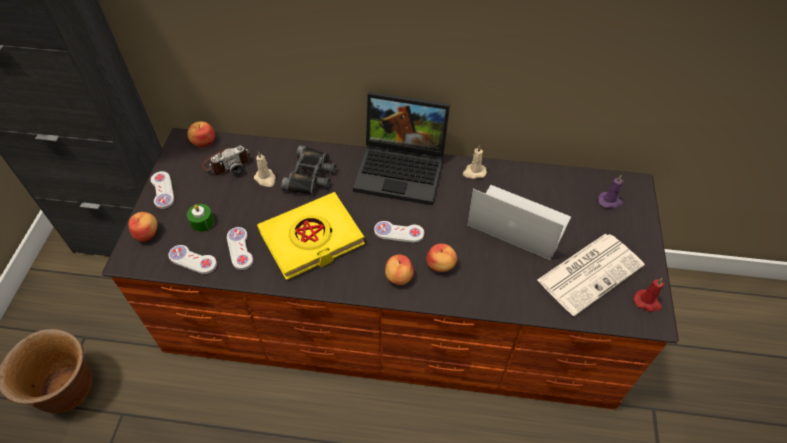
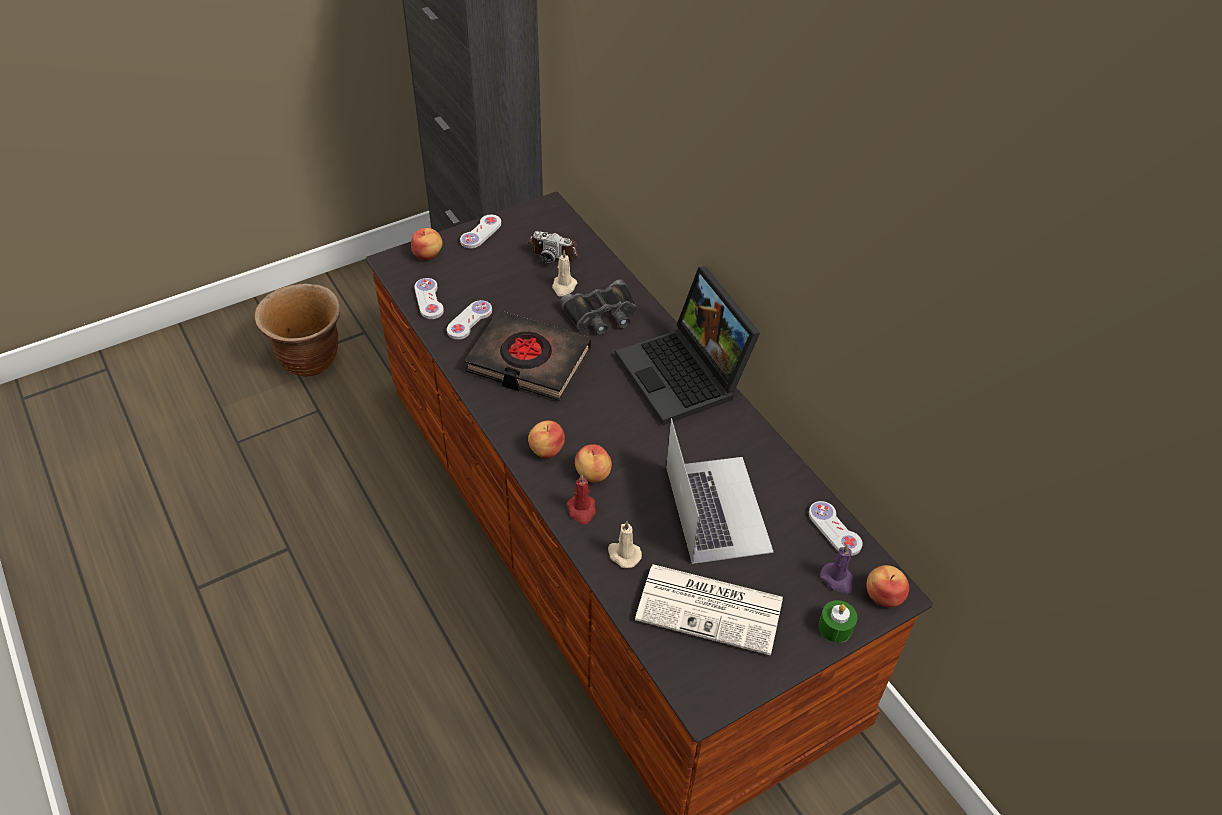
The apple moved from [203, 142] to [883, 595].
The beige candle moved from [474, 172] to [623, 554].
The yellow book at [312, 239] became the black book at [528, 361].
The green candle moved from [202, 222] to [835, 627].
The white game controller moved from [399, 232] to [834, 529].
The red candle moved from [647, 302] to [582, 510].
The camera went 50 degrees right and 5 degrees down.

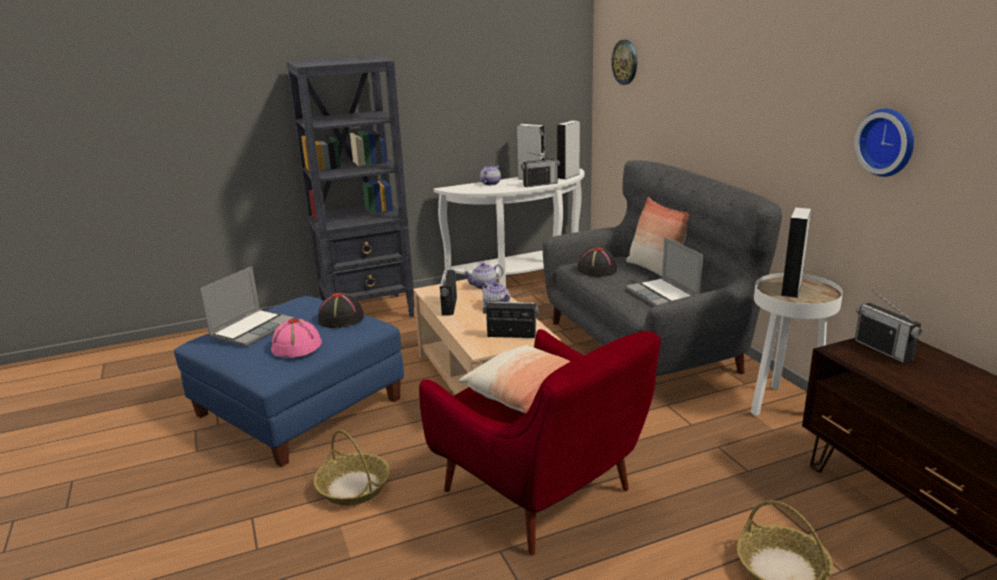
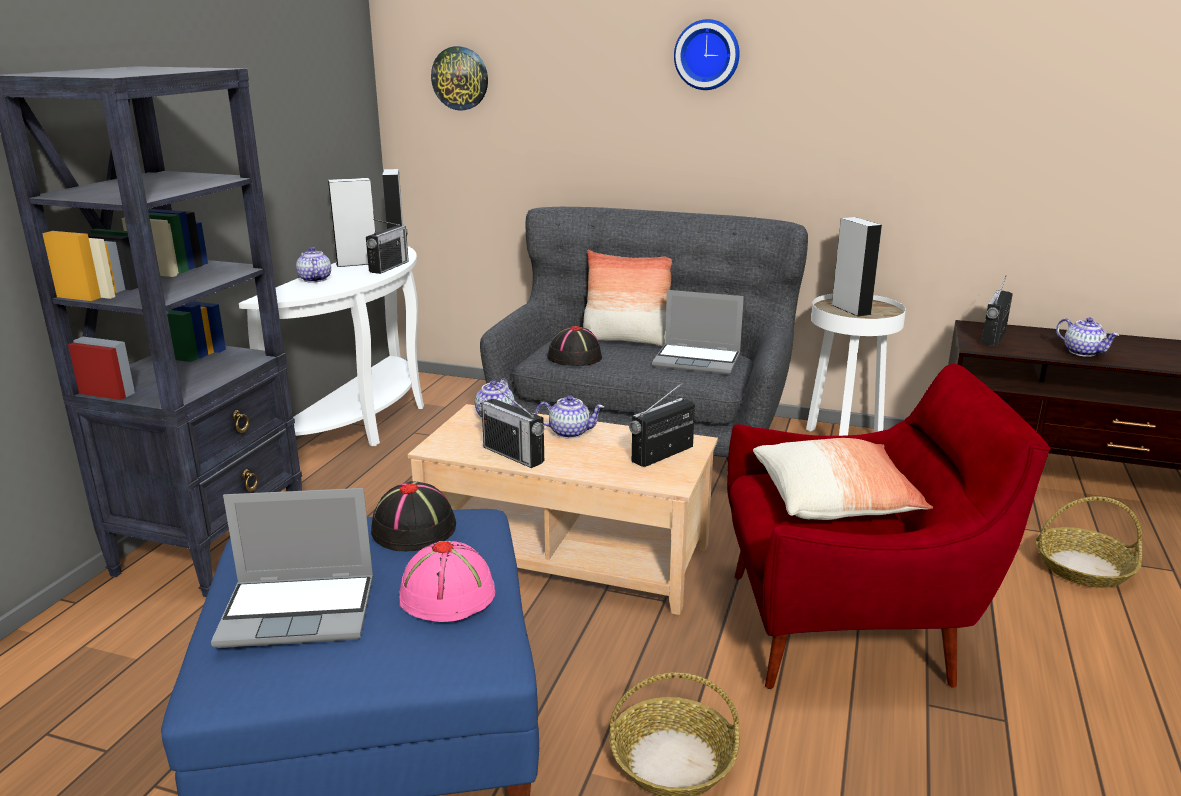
The wall clock moved from [888, 142] to [707, 54].
The laptop at [252, 329] turned 105 degrees clockwise.
The radio at [883, 350] turned 105 degrees clockwise.
The teapot at [1083, 352] appeared.
The camera went 50 degrees left and 0 degrees up.

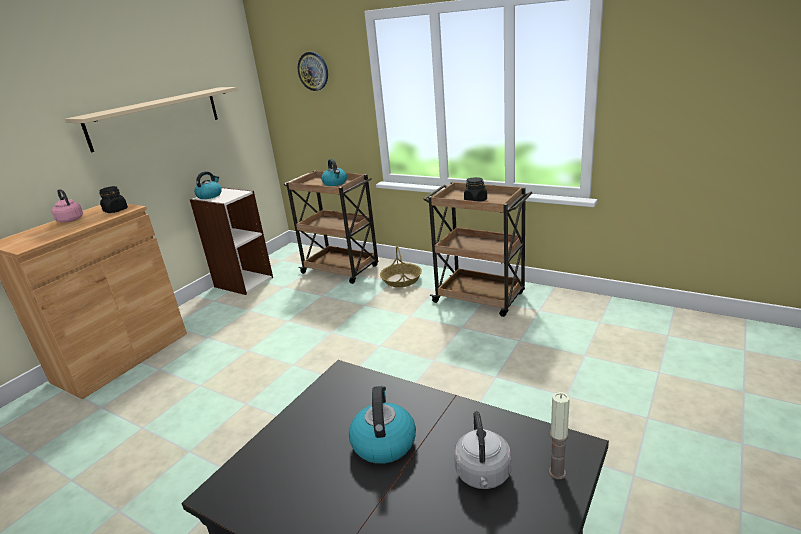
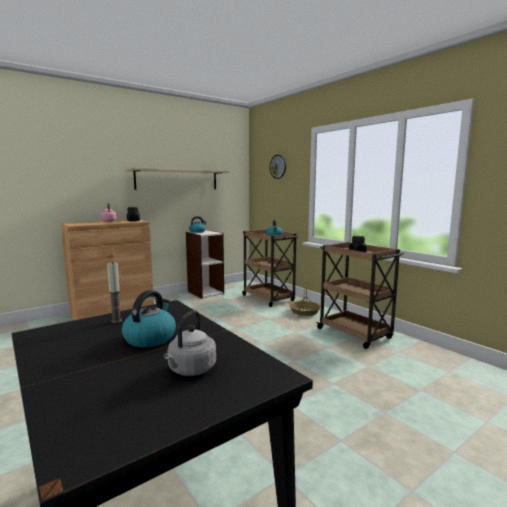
The candle moved from [557, 472] to [116, 321].
The camera went 20 degrees right and 15 degrees down.

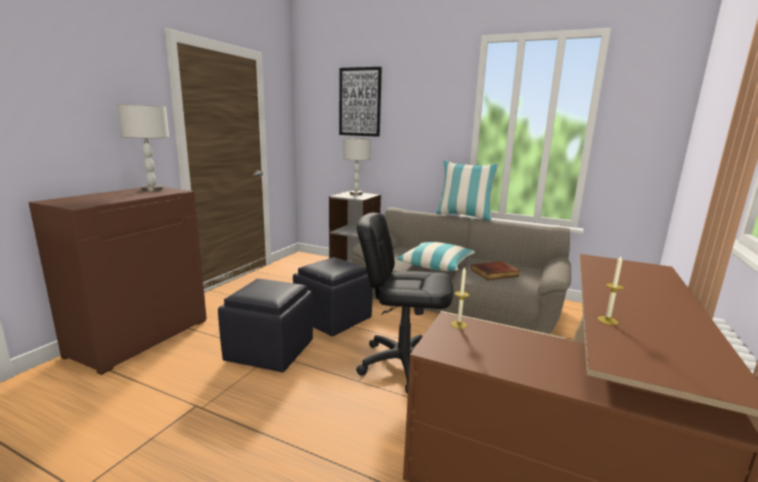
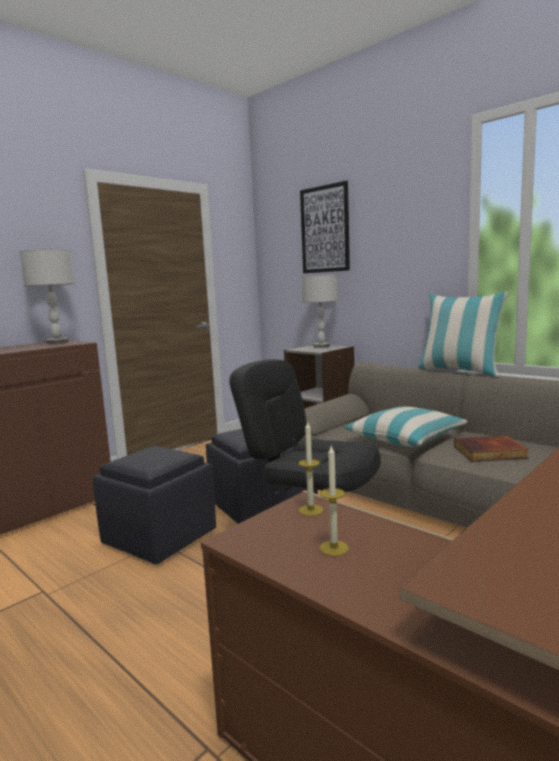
The candle moved from [607, 320] to [334, 548].
The camera went 20 degrees right and 5 degrees down.

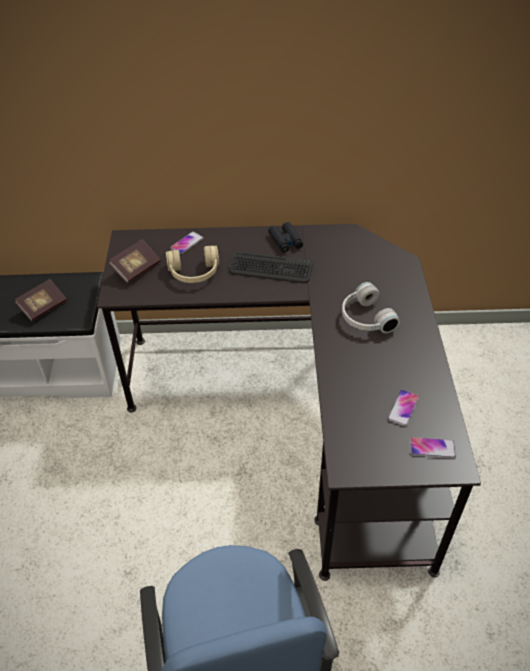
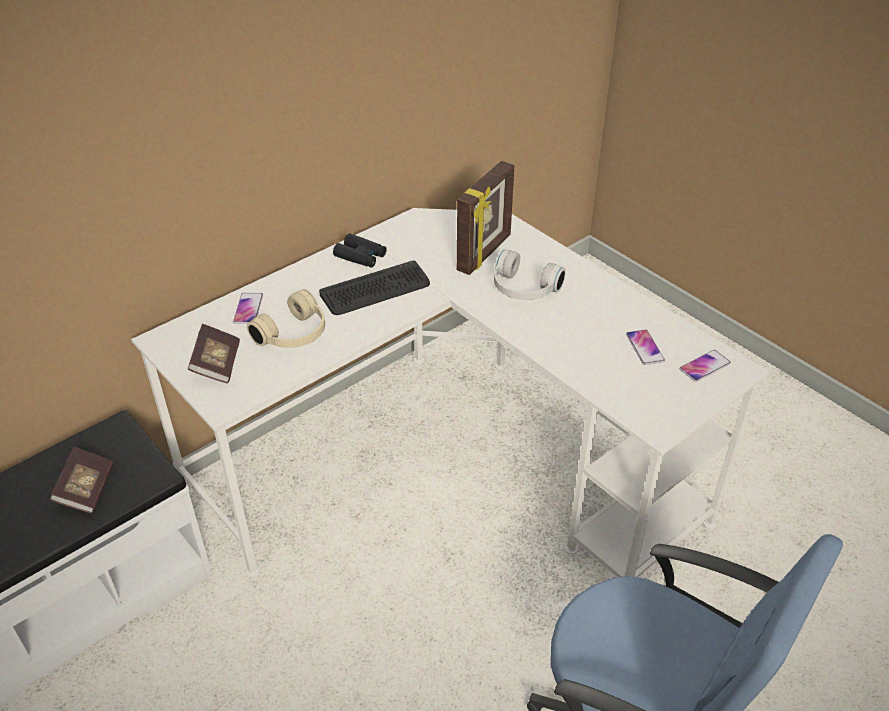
The black desk at [297, 413] became the white desk at [448, 462].
The picture frame at [485, 253] appeared.
The camera went 40 degrees left and 5 degrees down.

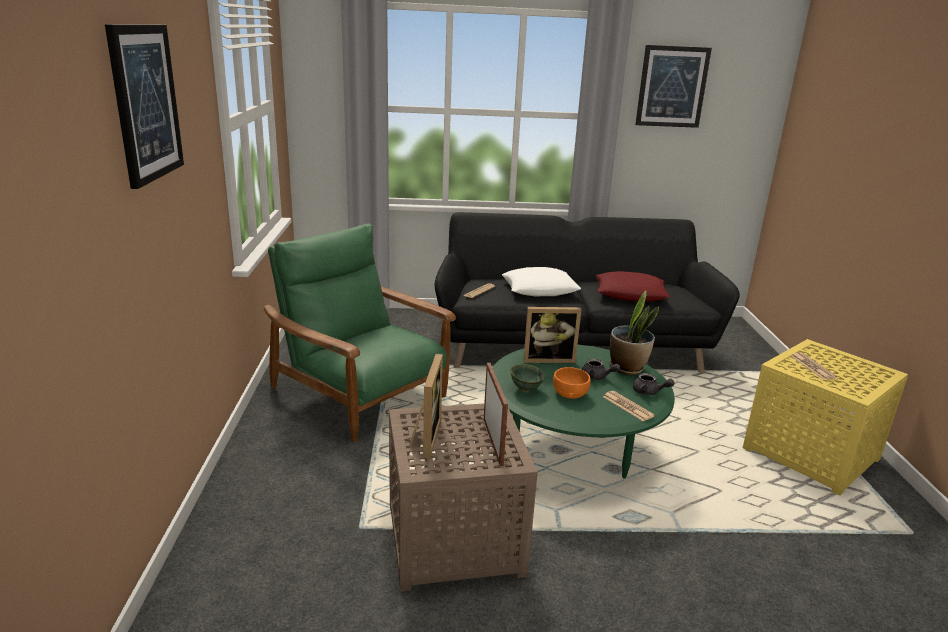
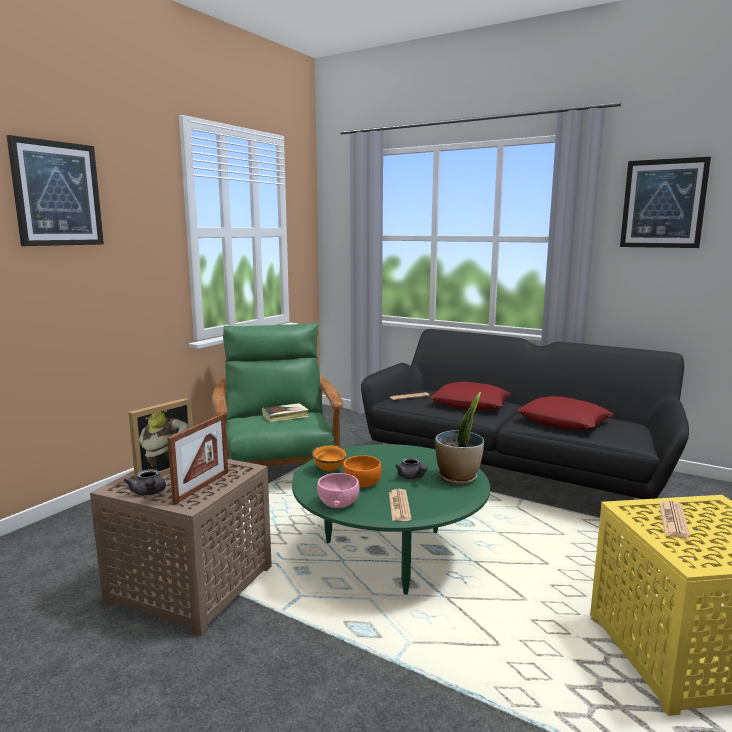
The white pillow at [539, 289] became the red pillow at [470, 404].
The picture frame at [548, 358] disappeared.
The green bowl at [526, 389] became the orange bowl at [329, 470].
The grey teapot moved from [649, 392] to [148, 493].
The book at [285, 415] appeared.
The pink bowl at [338, 503] appeared.
The camera went 35 degrees right and 10 degrees down.

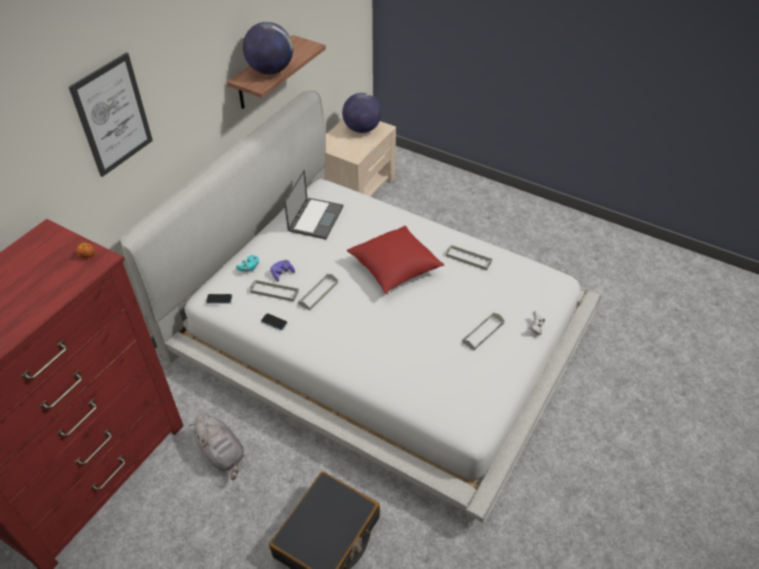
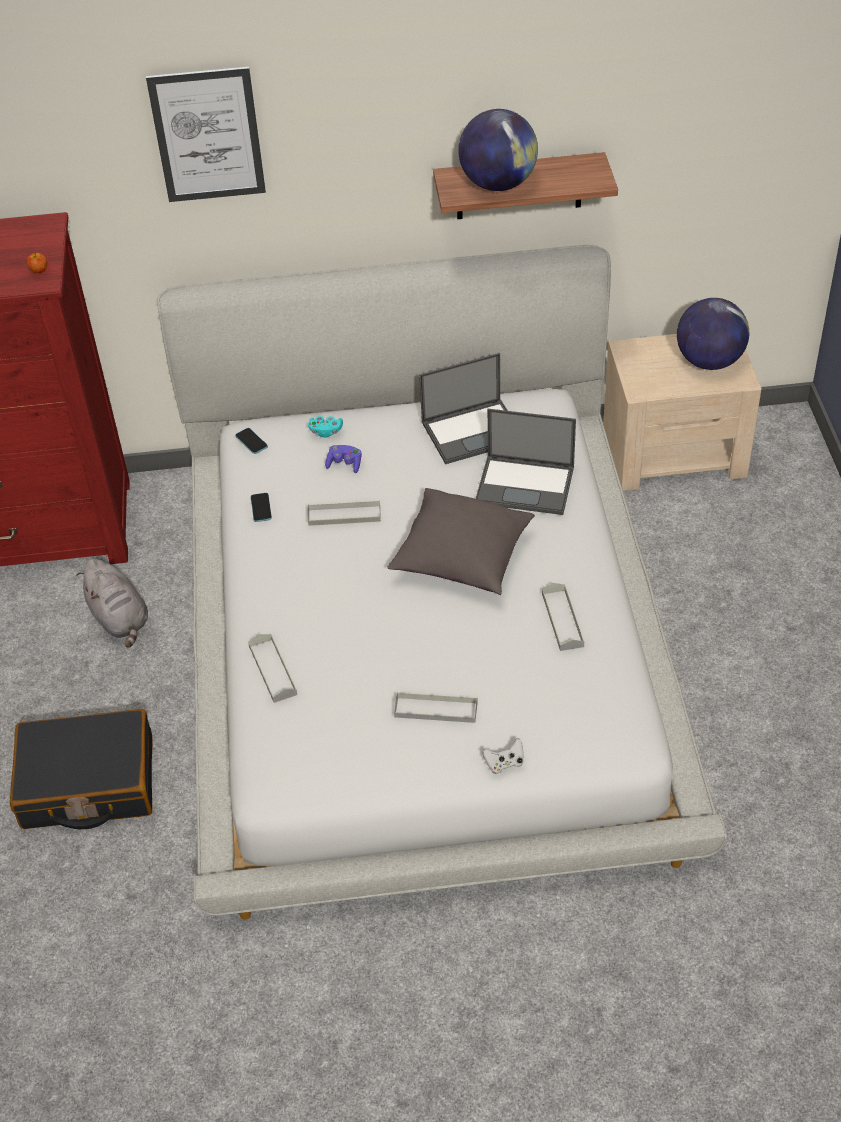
The red pillow at [395, 269] became the grey pillow at [462, 558].
The grey tray moved from [274, 292] to [272, 670].
The grey plush toy at [222, 453] turned 45 degrees counterclockwise.
The laptop at [526, 485] appeared.
The camera went 55 degrees right and 0 degrees up.

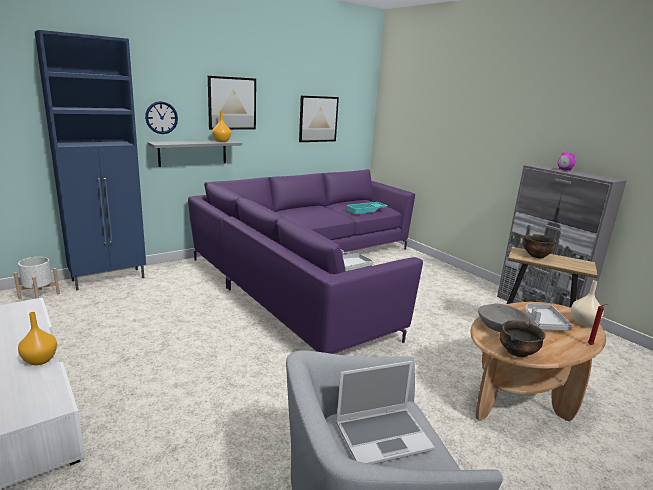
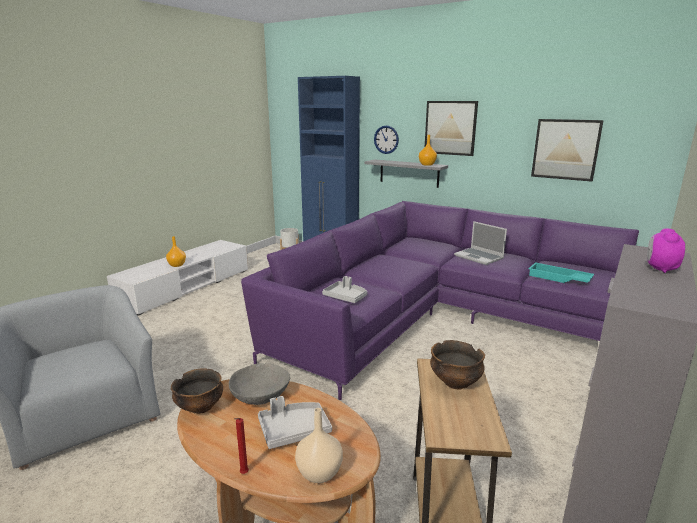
The laptop moved from [383, 436] to [479, 257].
The camera went 70 degrees right and 0 degrees up.

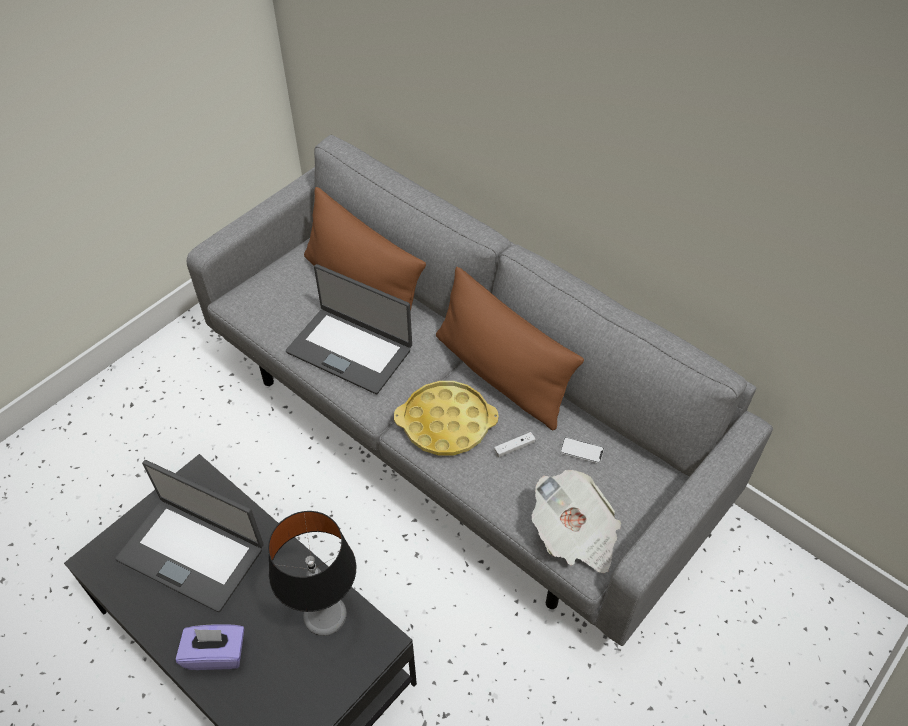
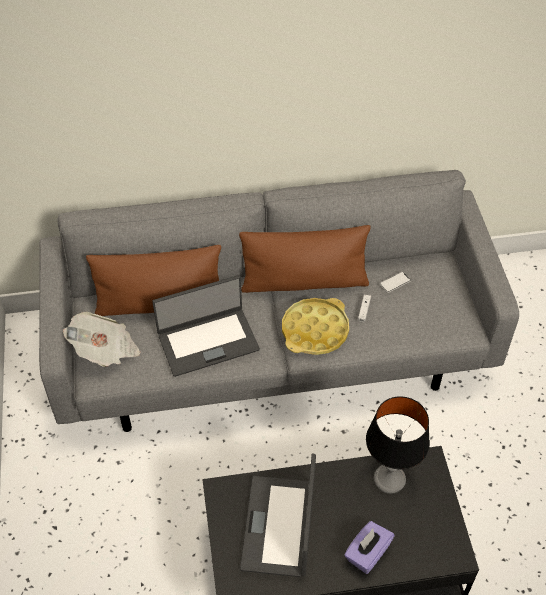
The laptop at [192, 552] turned 120 degrees clockwise.
The newspaper moved from [575, 534] to [105, 350].
The camera went 50 degrees left and 0 degrees up.

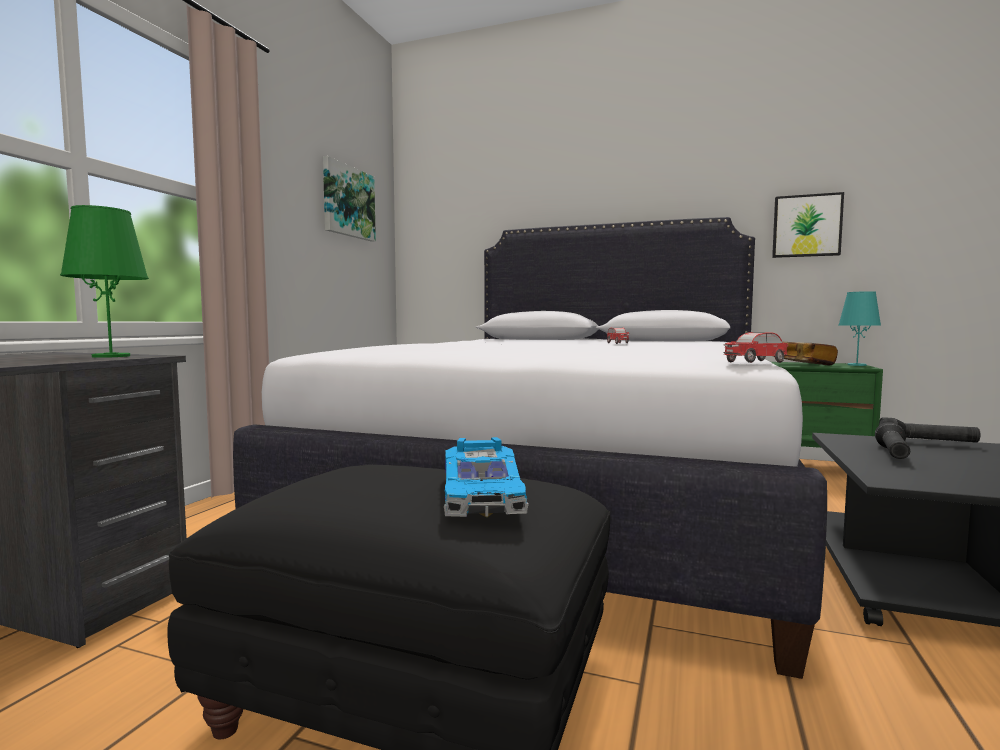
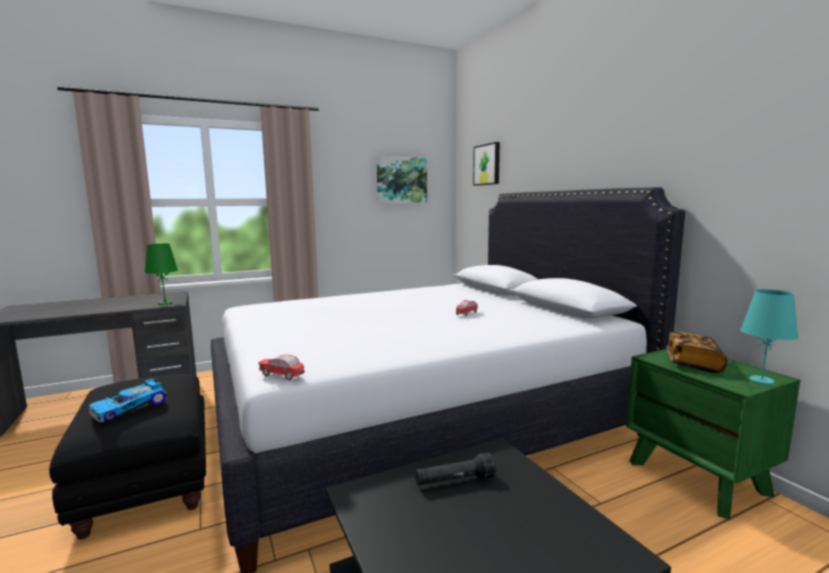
The picture moved from [806, 226] to [487, 164].
The black flashlight at [927, 443] disappeared.
The camera went 45 degrees right and 5 degrees up.

